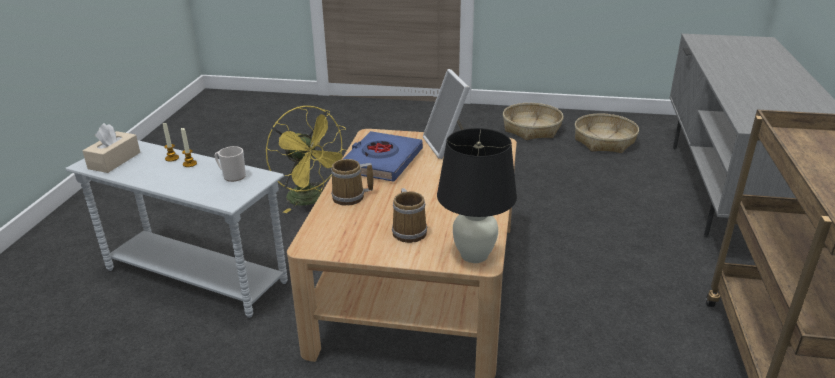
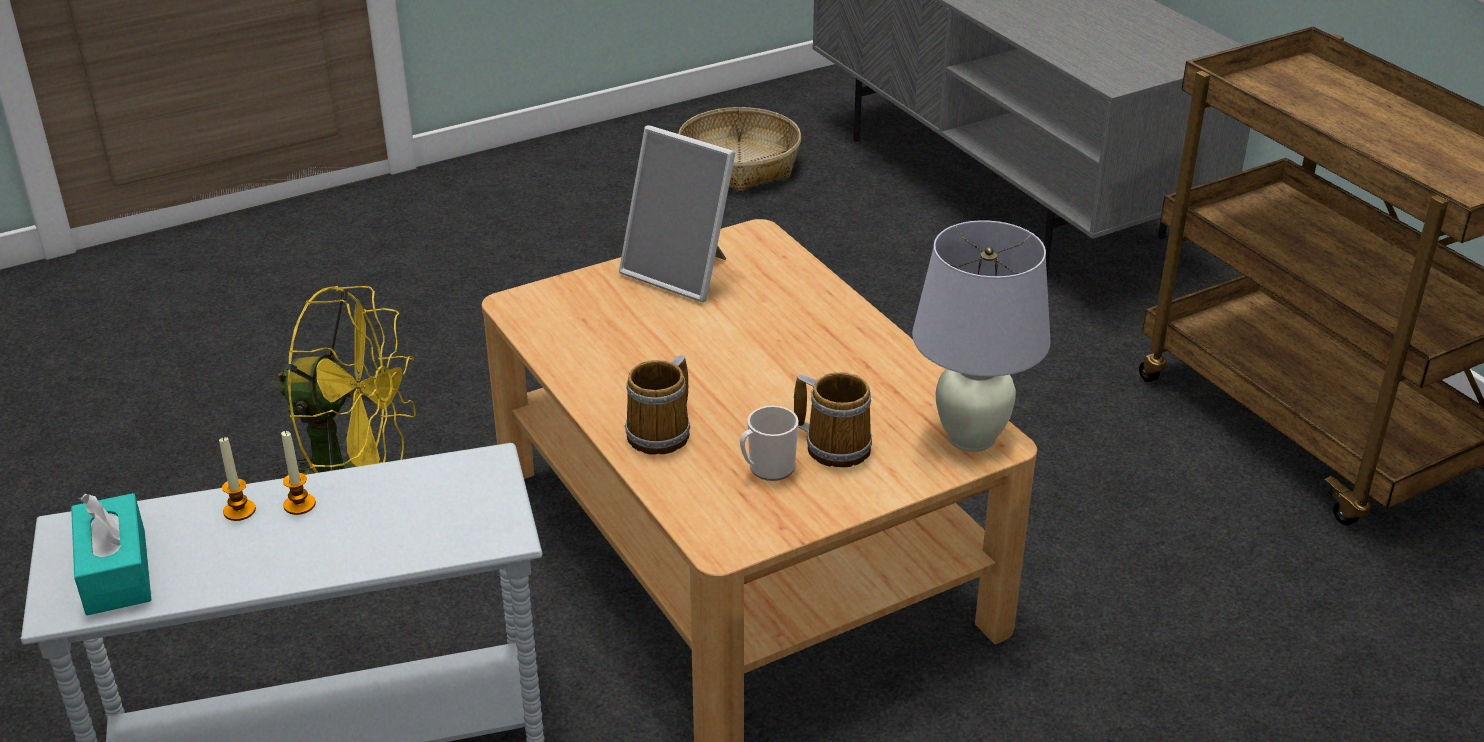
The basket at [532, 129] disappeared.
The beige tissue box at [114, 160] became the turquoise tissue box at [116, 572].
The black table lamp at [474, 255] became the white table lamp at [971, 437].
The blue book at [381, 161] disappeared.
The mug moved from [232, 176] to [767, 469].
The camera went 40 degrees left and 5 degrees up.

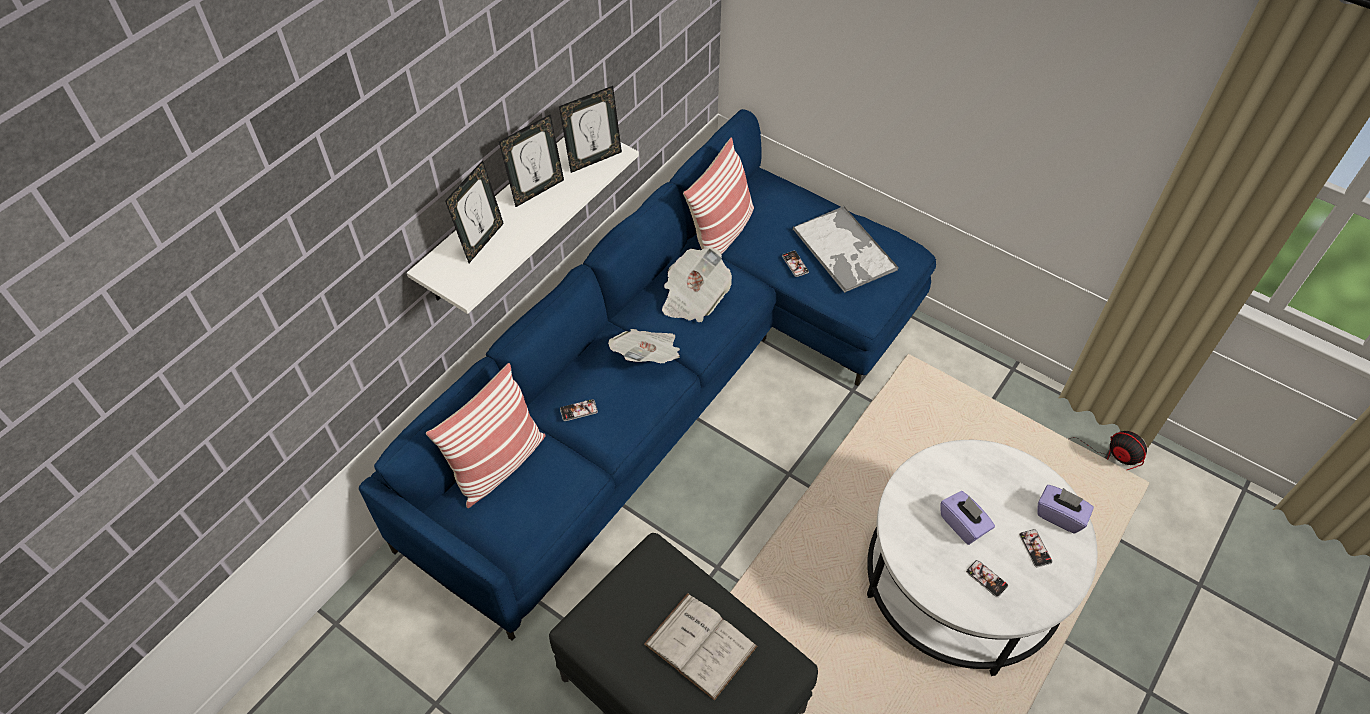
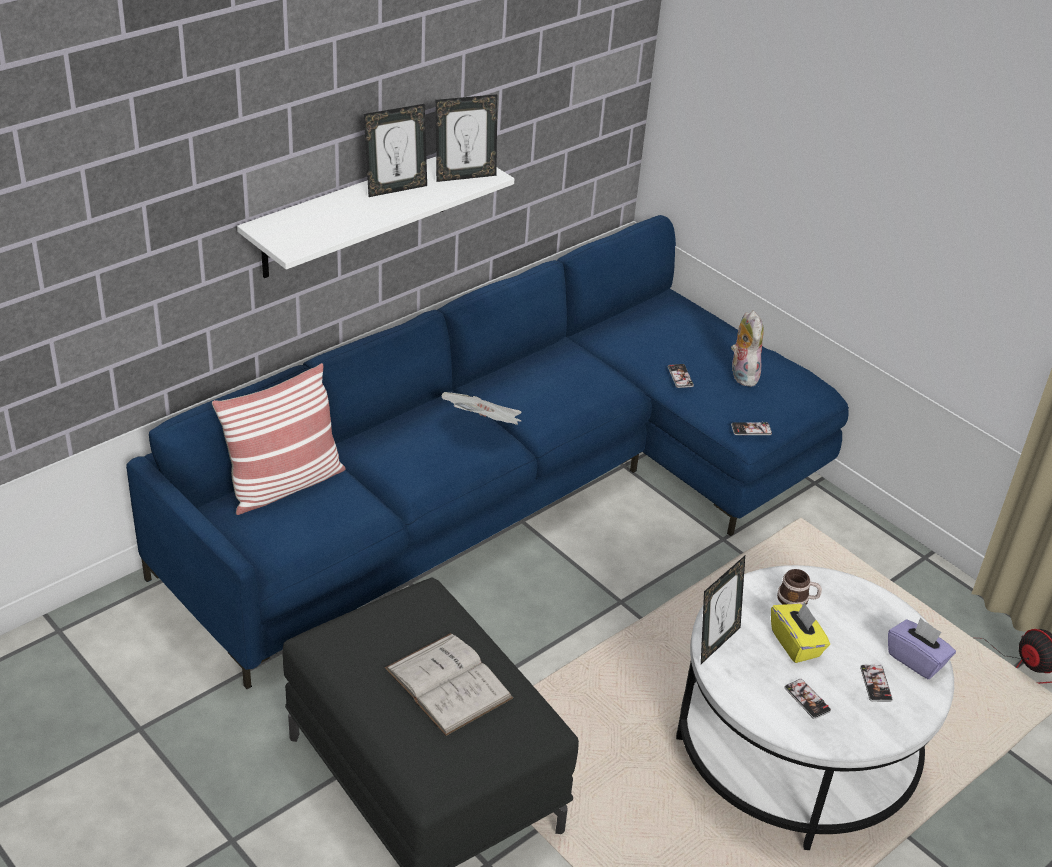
The pillow at [721, 233] disappeared.
The picture frame moved from [482, 241] to [716, 642].
The tray at [844, 250] was replaced by the plush toy at [741, 375].
The newspaper at [693, 298] disappeared.
The phone moved from [578, 410] to [751, 429].
The purple tissue box at [963, 524] became the yellow tissue box at [796, 644].
The mug at [797, 600] appeared.
The camera went 10 degrees right and 15 degrees down.

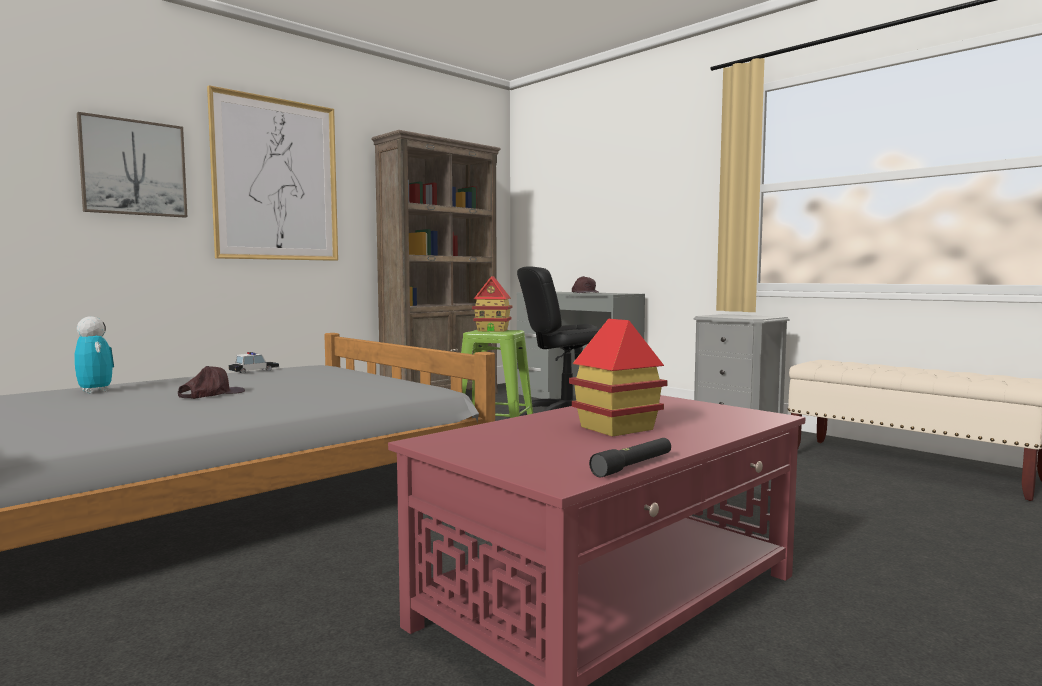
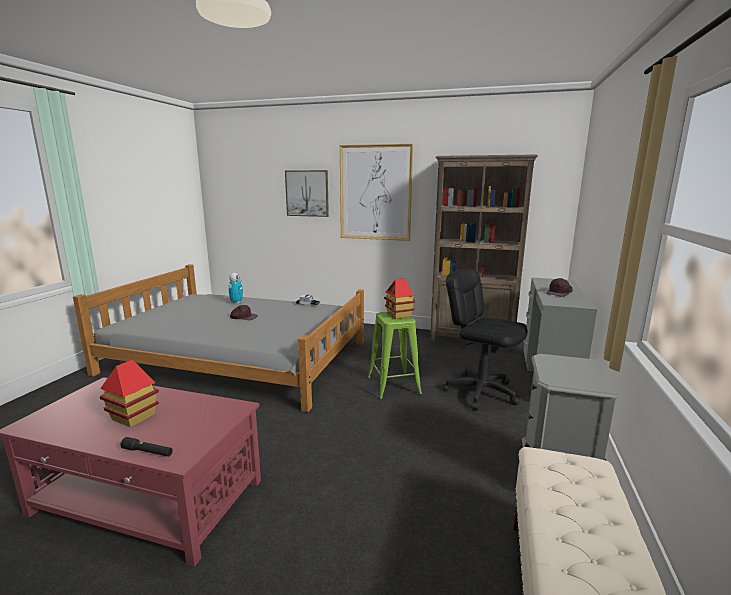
The black flashlight moved from [633, 466] to [147, 452].
The camera went 60 degrees right and 10 degrees up.

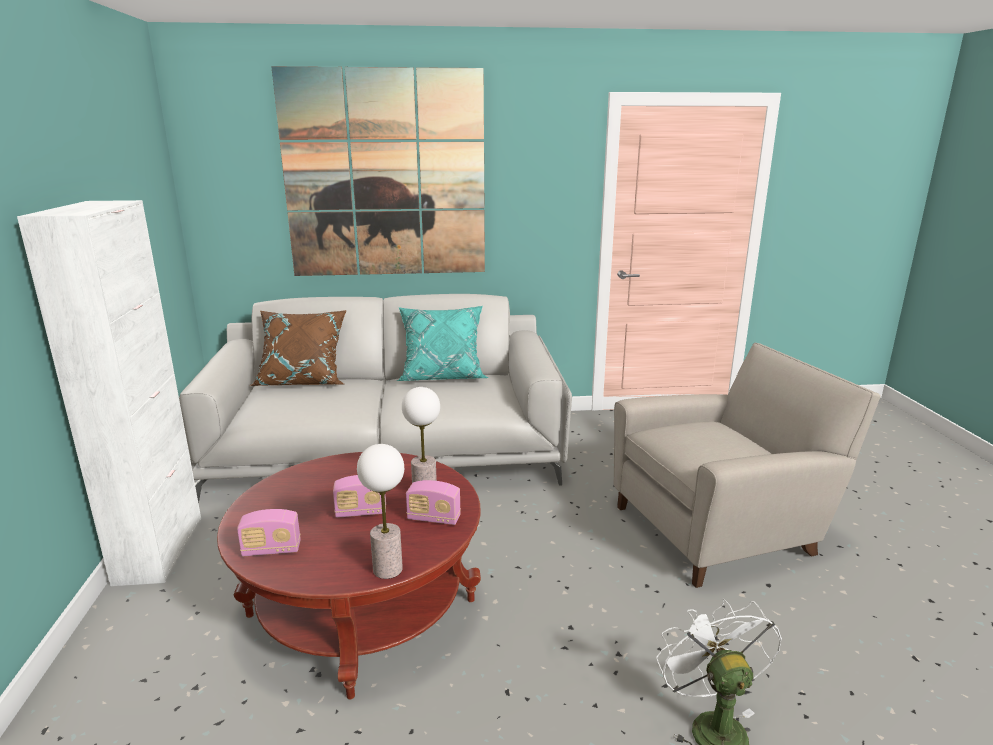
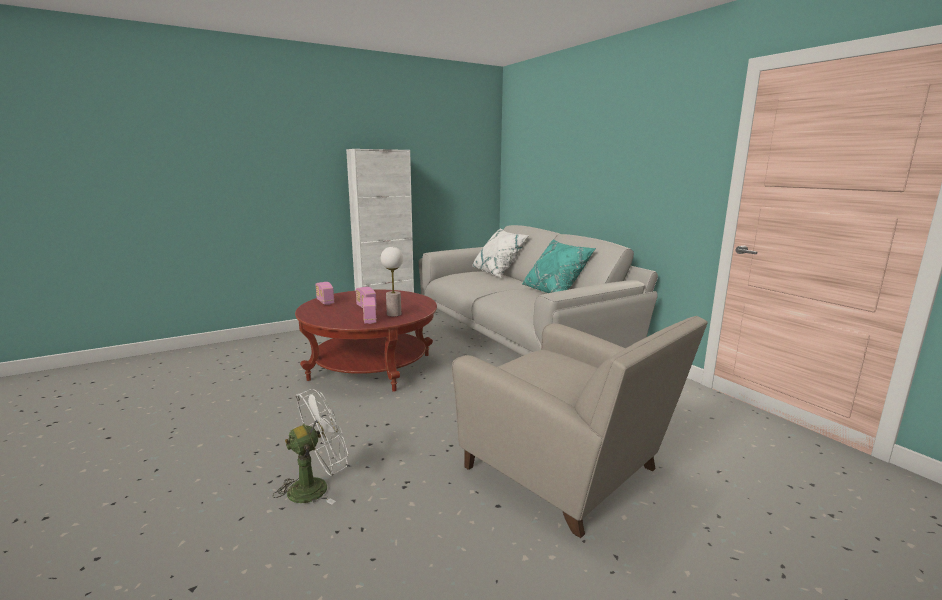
The picture at [385, 175] disappeared.
The brown pillow at [303, 381] became the white pillow at [498, 273].
The table lamp at [387, 569] disappeared.
The camera went 65 degrees right and 5 degrees down.

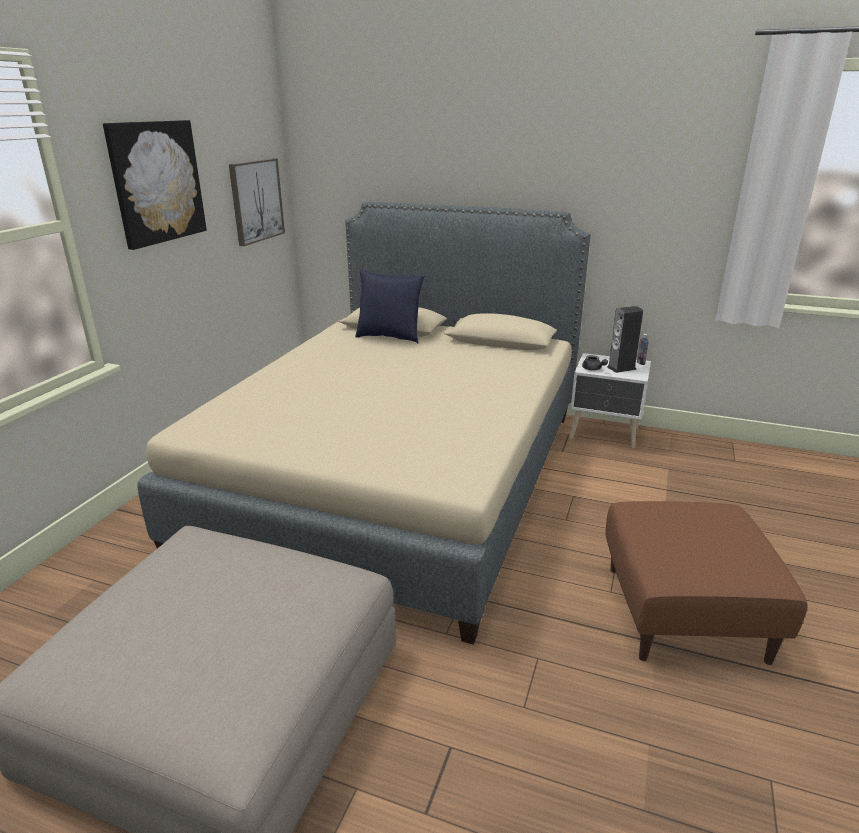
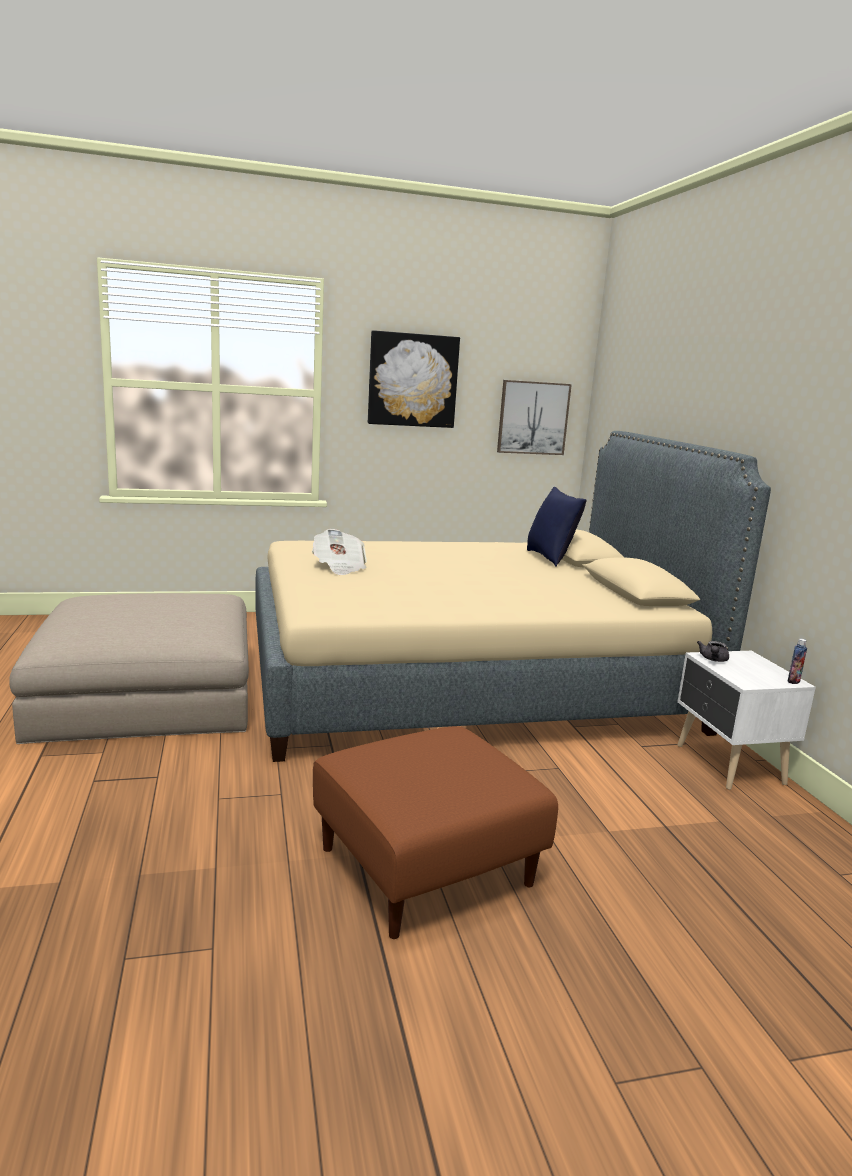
The speaker at [621, 368] disappeared.
The newspaper at [339, 567] appeared.
The camera went 55 degrees right and 10 degrees down.

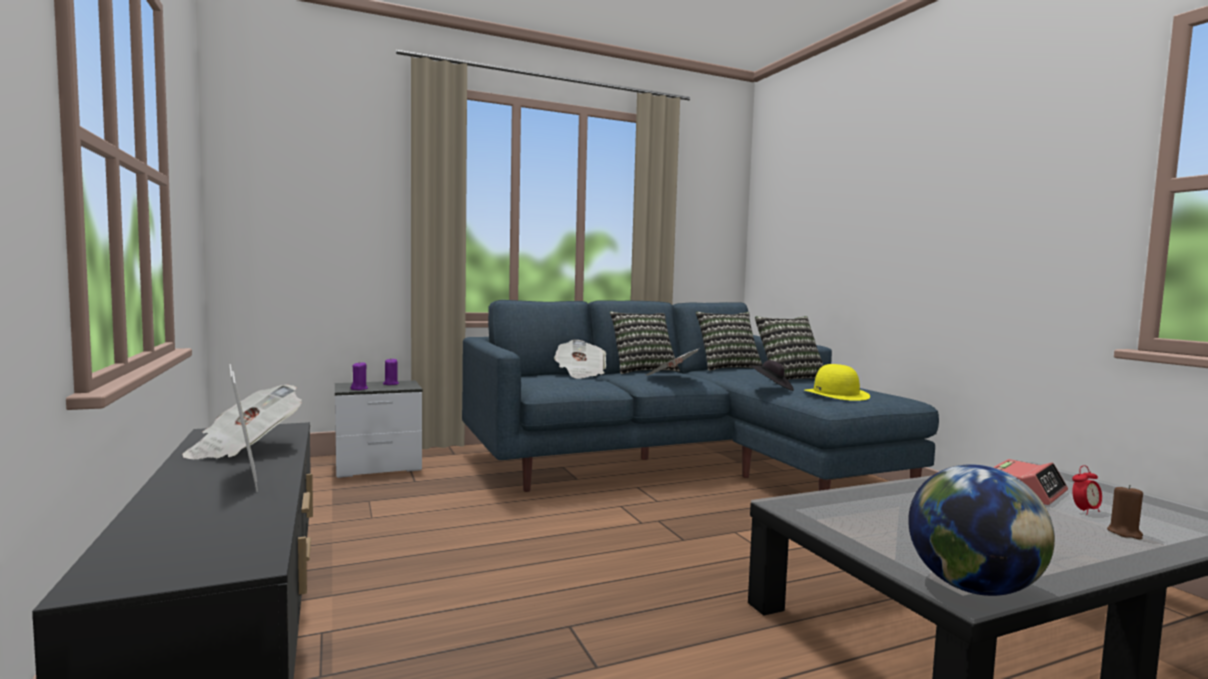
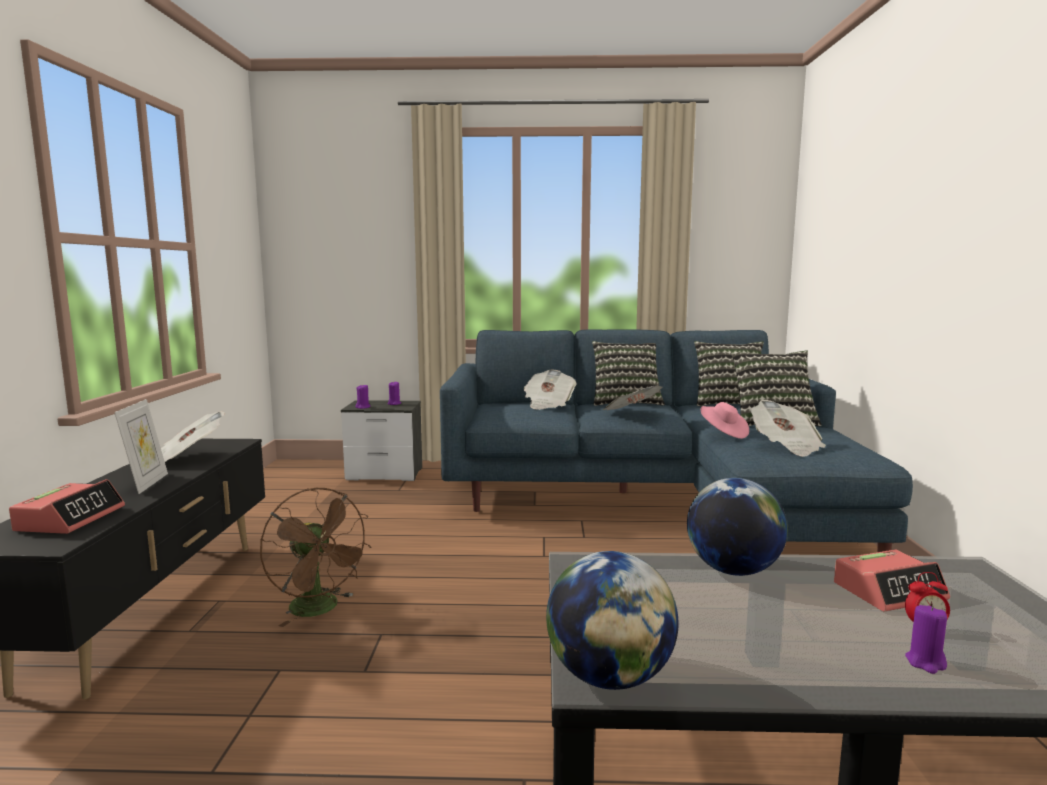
The black hat at [771, 388] became the pink hat at [723, 433].
The yellow hat at [836, 394] was replaced by the newspaper at [786, 446].
The brown candle at [1124, 533] became the purple candle at [925, 662].
The globe at [733, 570] appeared.
The alarm clock at [71, 519] appeared.
The brown fan at [320, 609] appeared.
The camera went 25 degrees right and 5 degrees up.

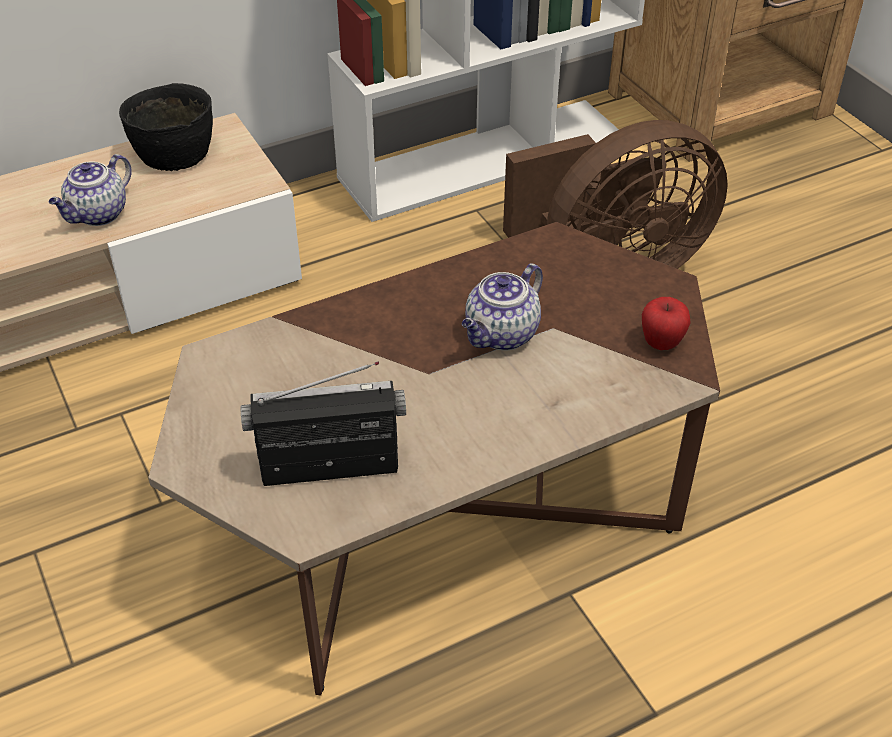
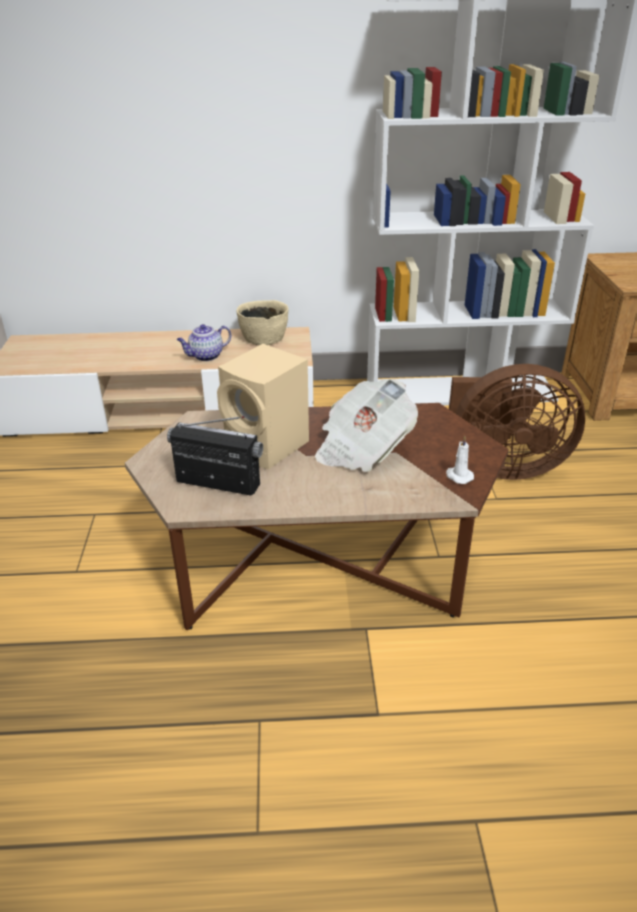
The black bowl at [173, 153] became the beige bowl at [263, 338].
The teapot at [501, 335] was replaced by the newspaper at [362, 448].
The apple at [661, 343] was replaced by the white candle at [458, 476].
The beige speaker at [269, 447] appeared.
The camera went 25 degrees right and 10 degrees down.

